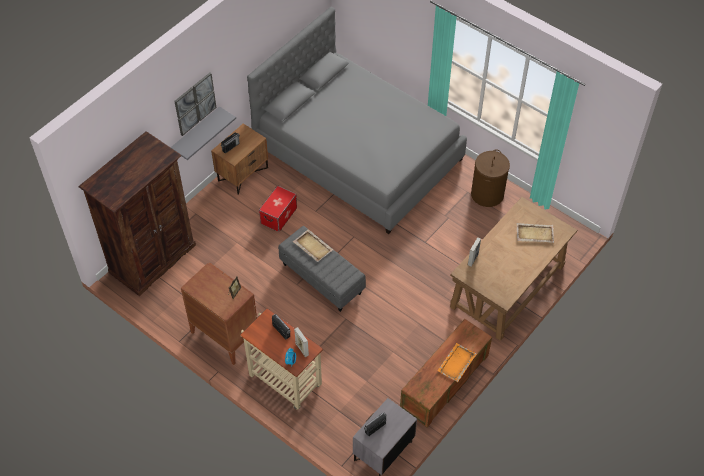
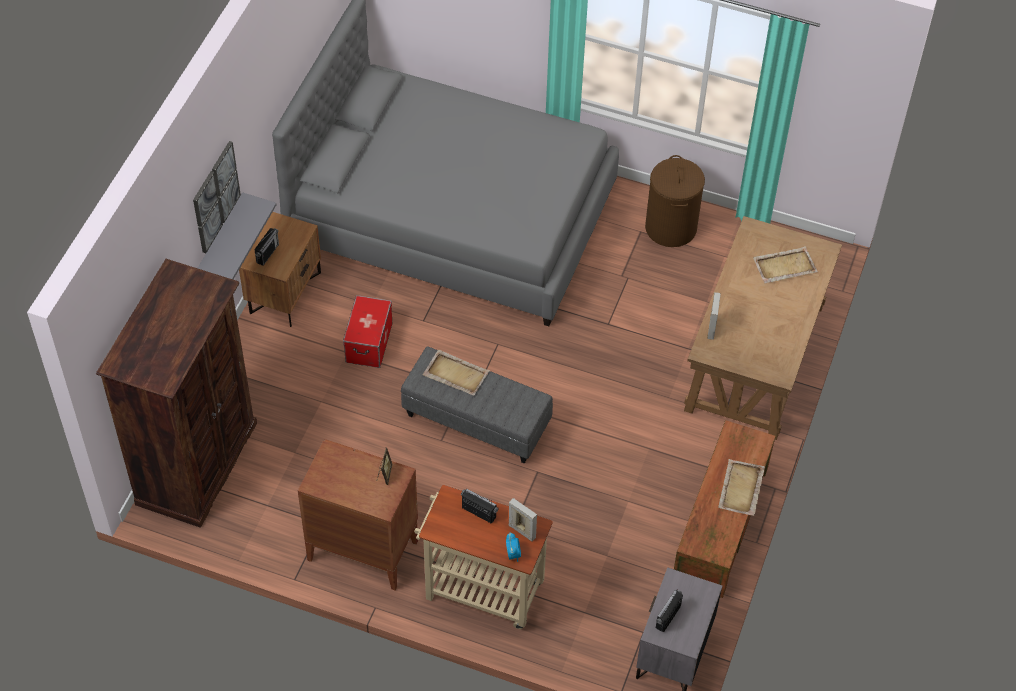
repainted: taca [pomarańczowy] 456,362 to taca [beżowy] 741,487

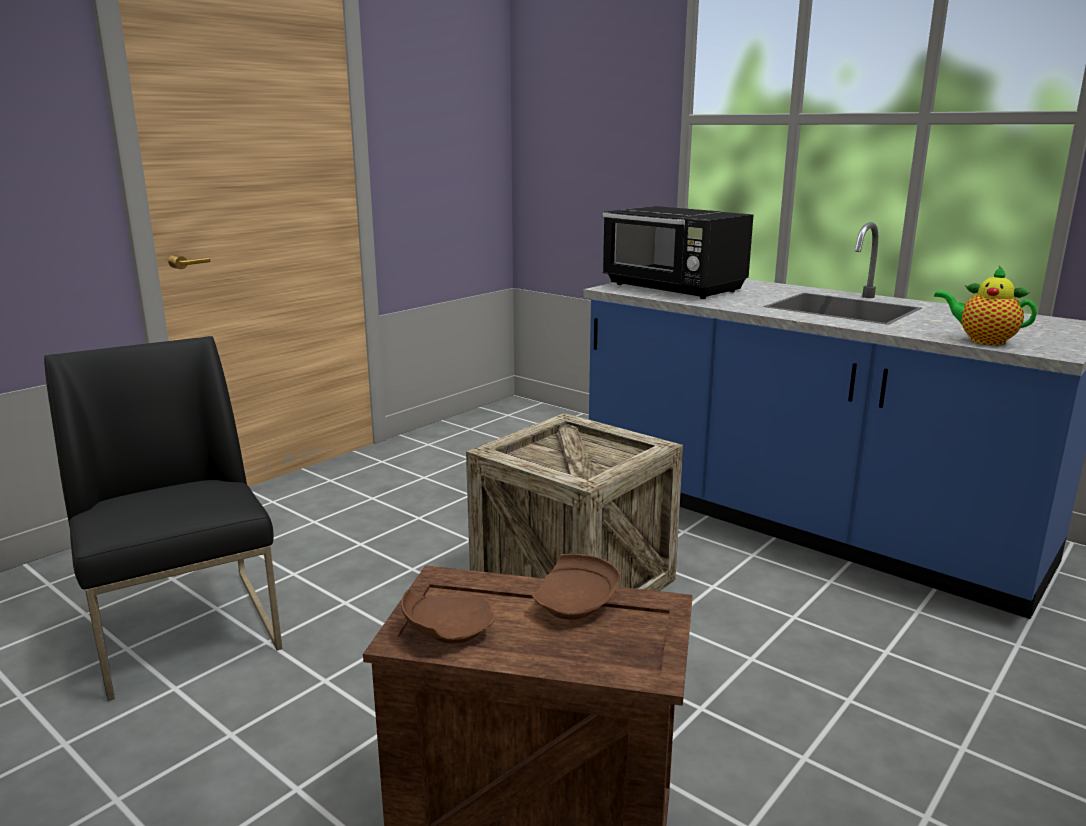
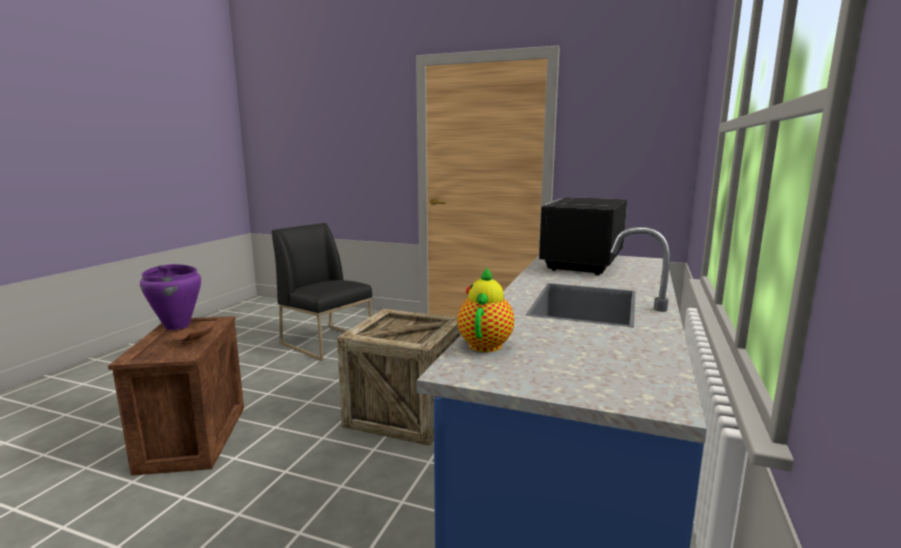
swapped: talerz [brązowy] 448,617 to garnek [fioletowy] 170,297
rotated: krzesło [czarny] 163,518 = 322,292 90 degrees counterclockwise

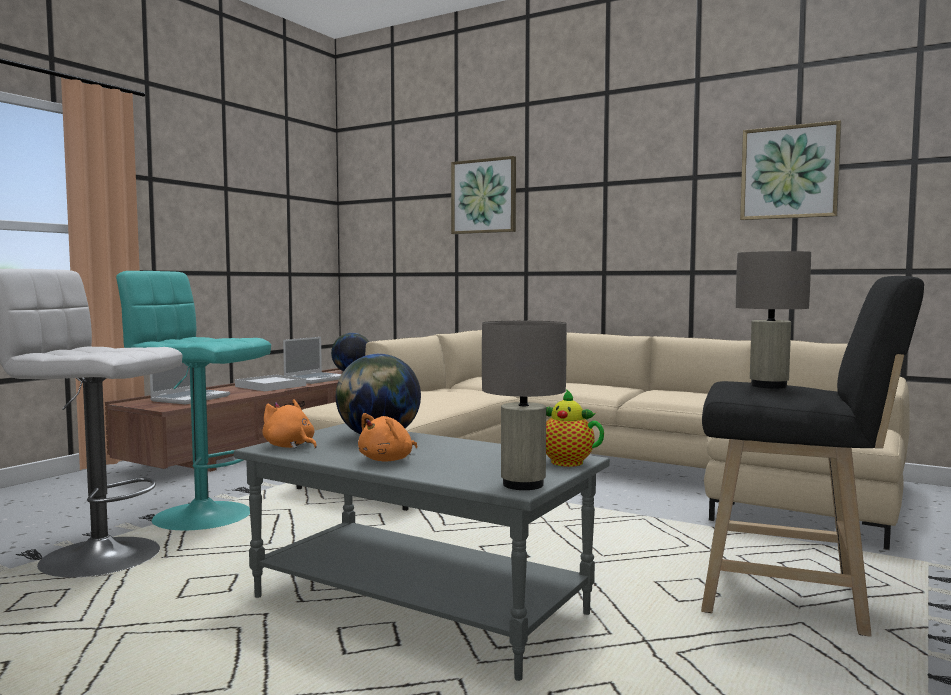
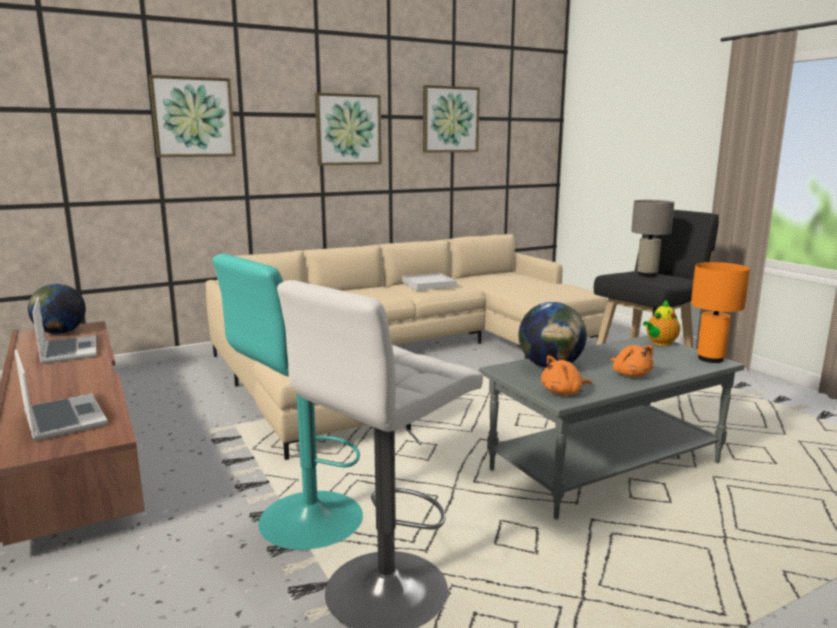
new: obraz 348,129
shifted: taca [biały] 270,383 to 429,282
repainted: lampa stołowa [szary] 524,405 to lampa stołowa [pomarańczowy] 720,312

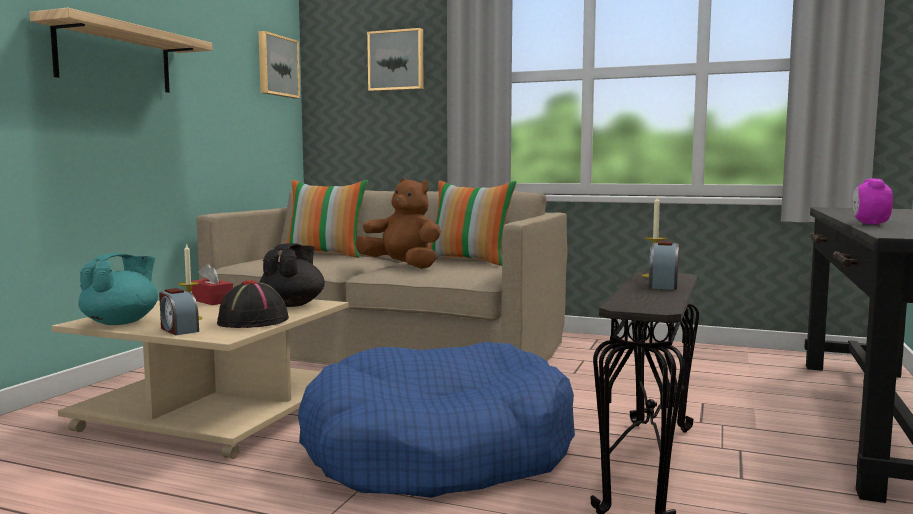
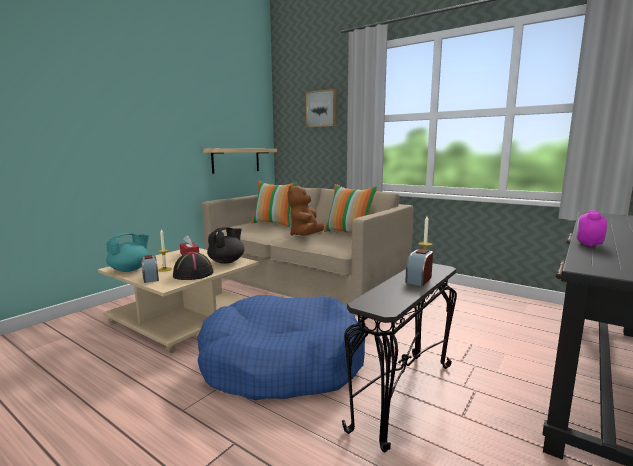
gone: obraz 279,64
shifted: półka 121,50 to 240,161
rotated: pluszak [brązowy] 398,223 = 306,210 120 degrees counterclockwise

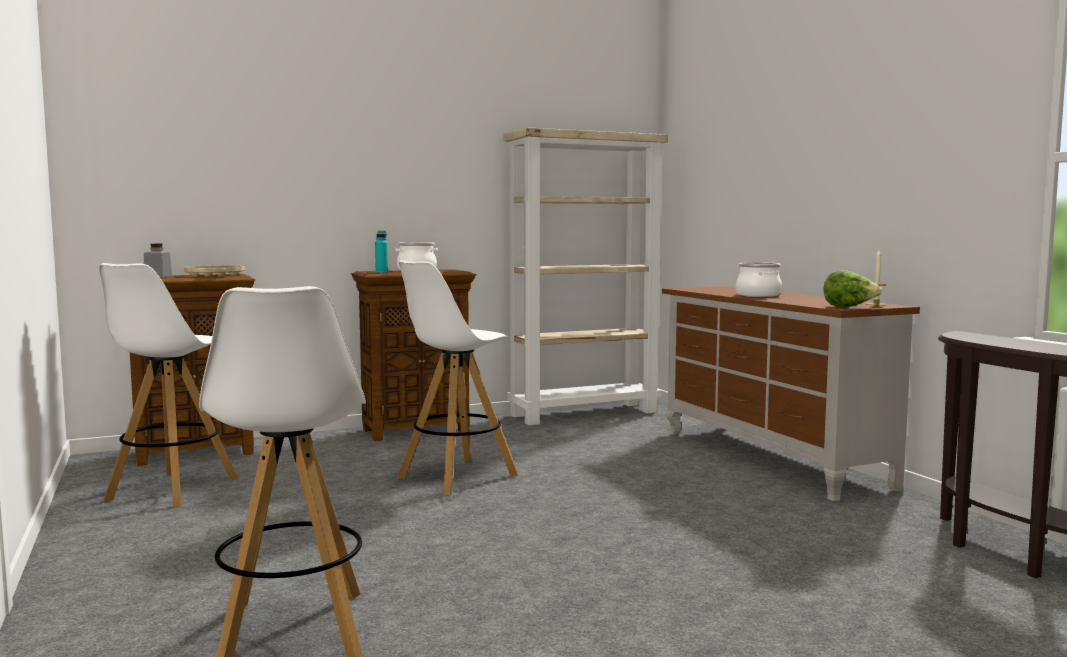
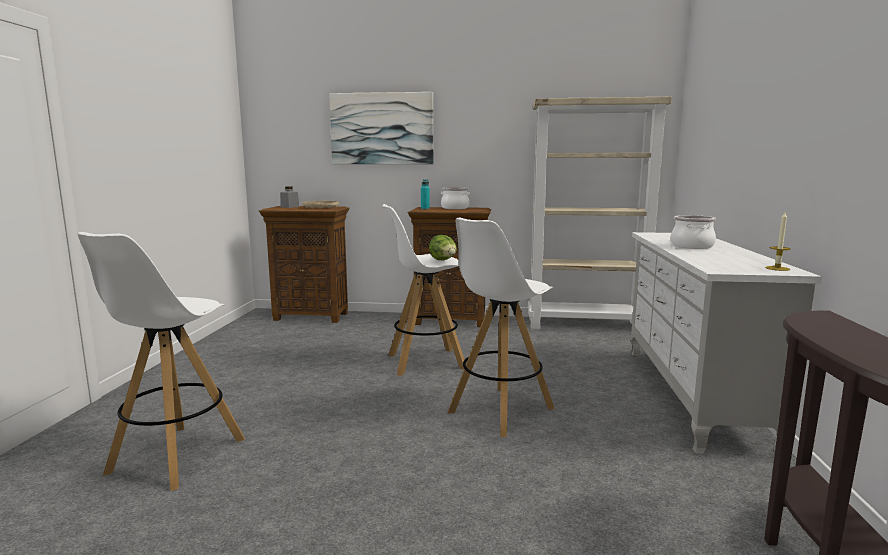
new: obraz 381,128
shifted: sałata 853,288 to 443,247; stołek [biały] 168,385 to 501,327
repainted: komoda [brązowy] 791,393 to komoda [biały] 726,343

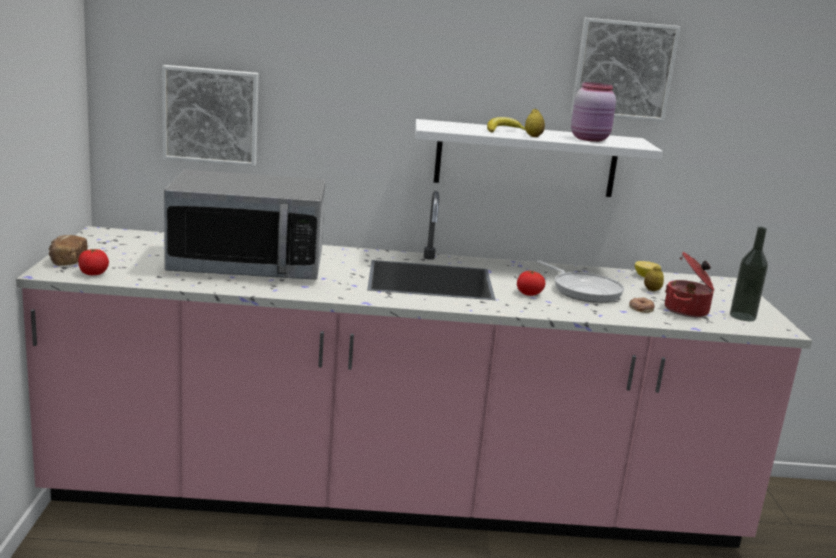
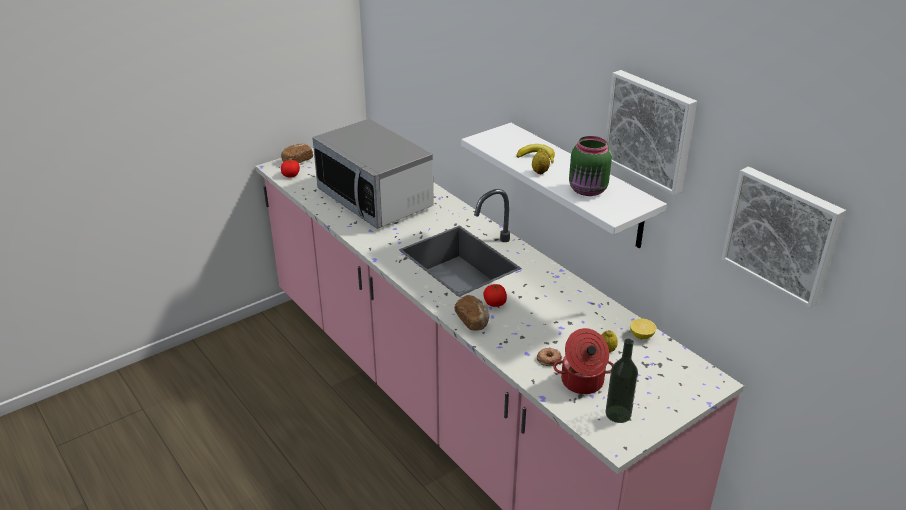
gone: patelnia 580,282
new: chleb 471,313
shifted: obraz 210,116 to 783,237
repainted: słoik [różowy] 593,112 to słoik [zielony] 590,166

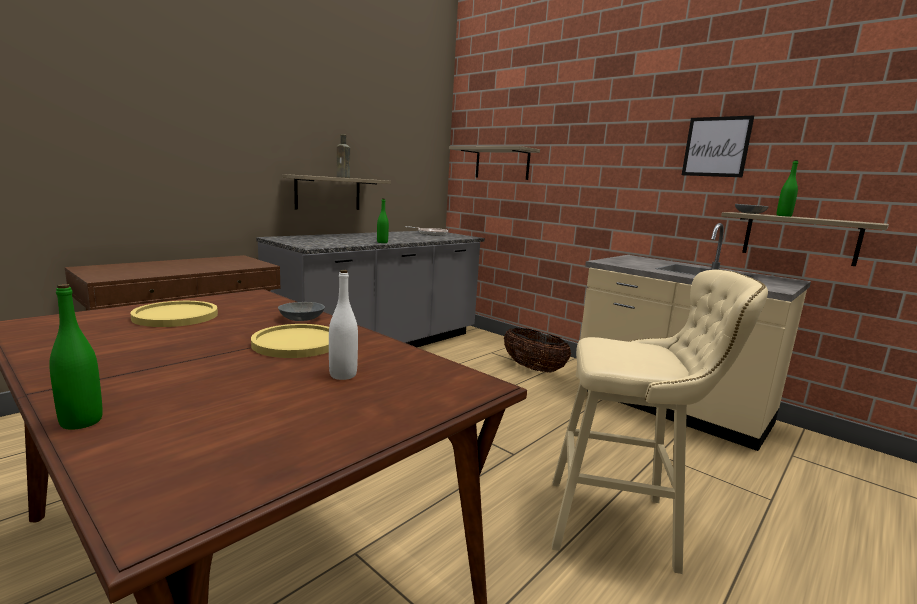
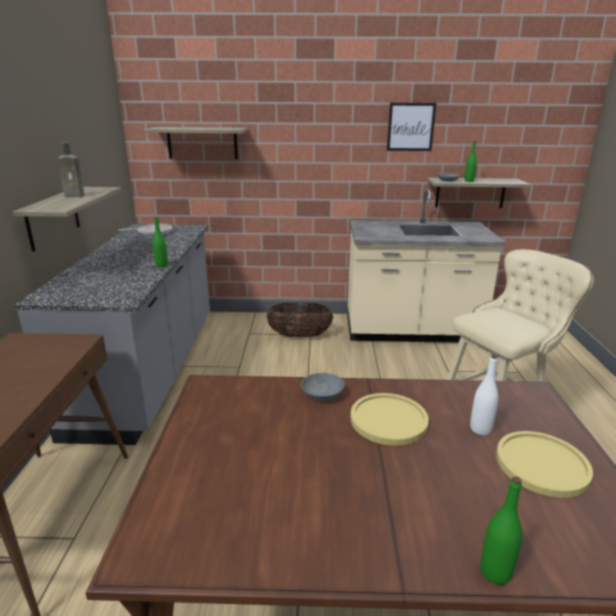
shifted: talerz [żółty] 174,314 to 544,464

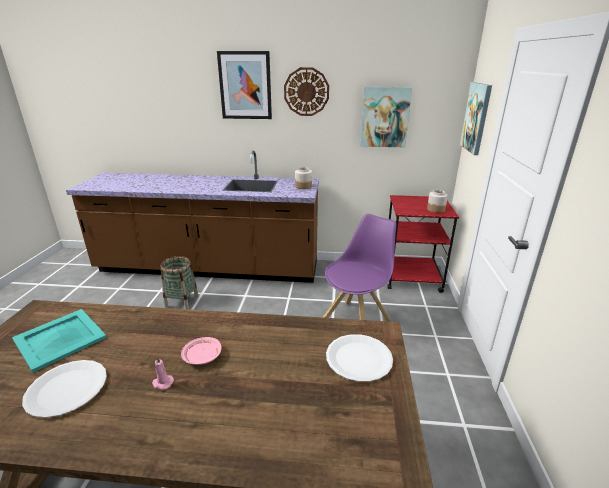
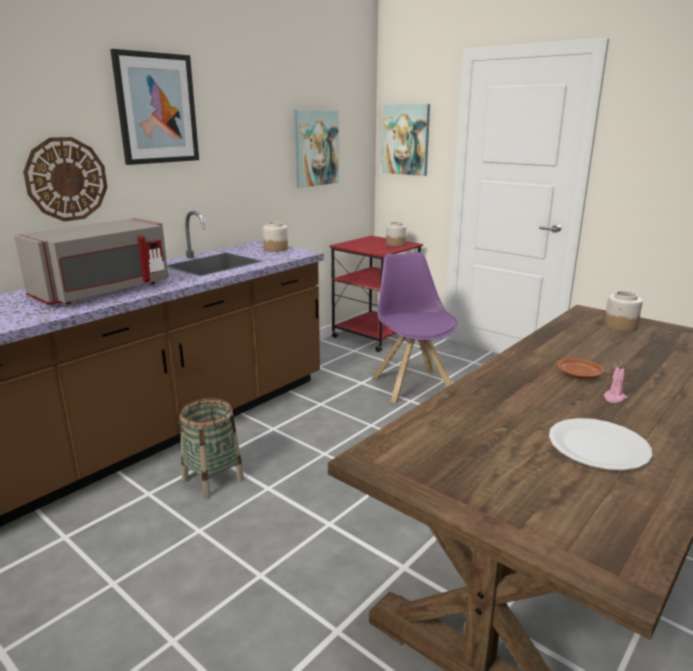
gone: taca [turkusowy] 59,341
new: mikrofalówka [szary] 91,261
shifted: zegar ścienny 306,91 to 65,179
swapped: talerz [biały] 359,358 to słoik 623,311
repainted: talerz [różowy] 201,351 to talerz [brązowy] 580,368

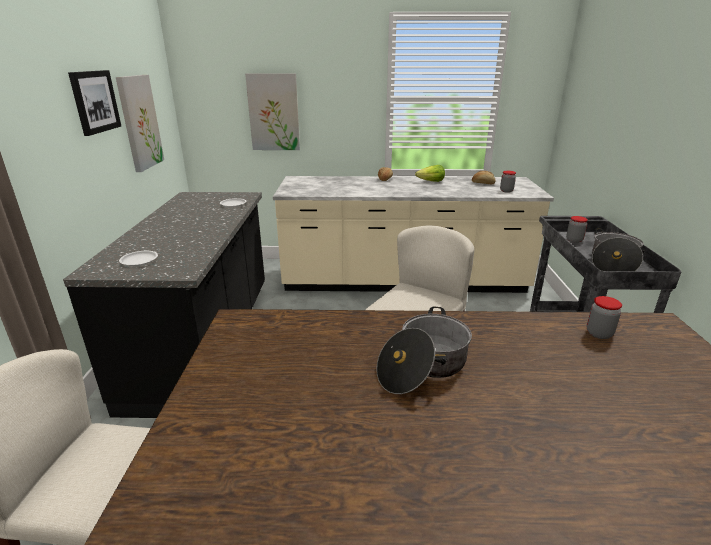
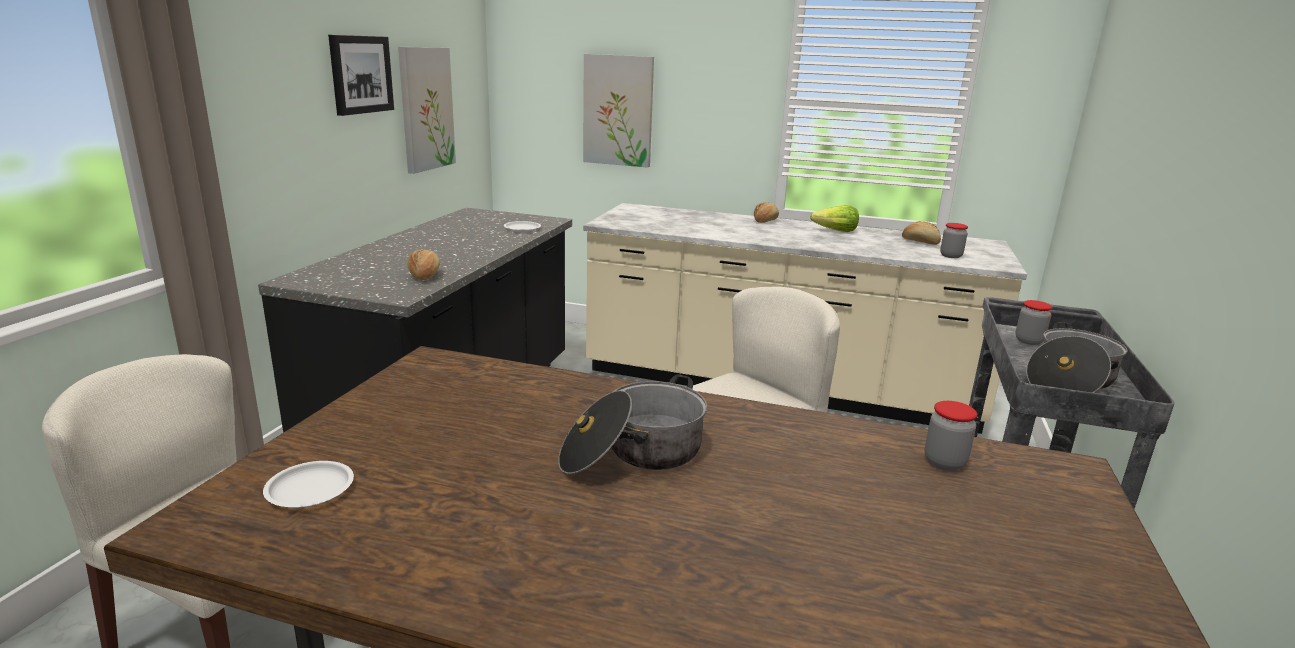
new: chleb 423,264
shifted: talerz [biały] 138,258 to 308,484

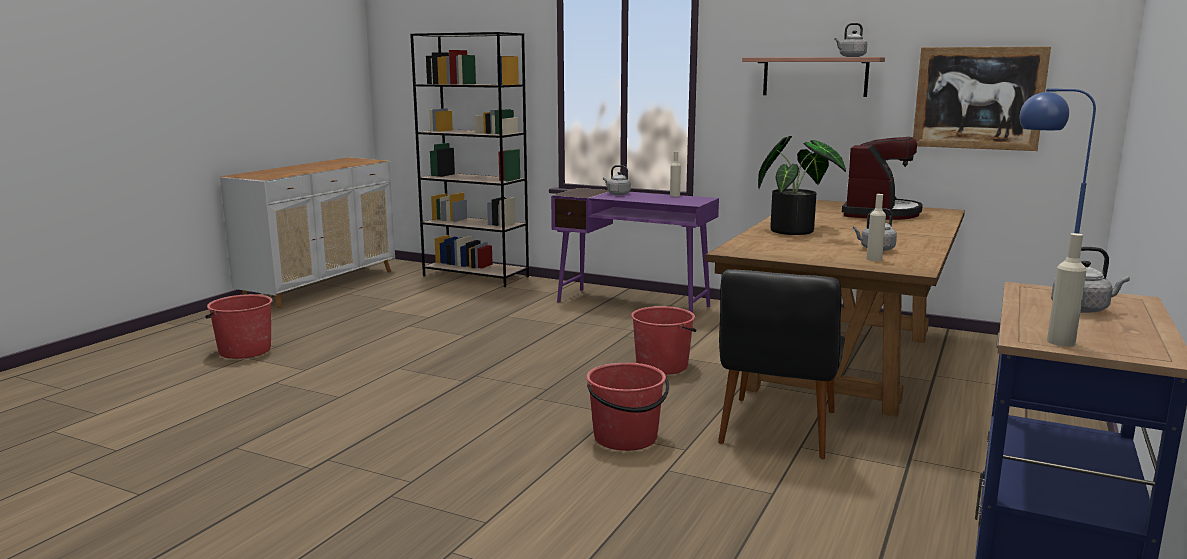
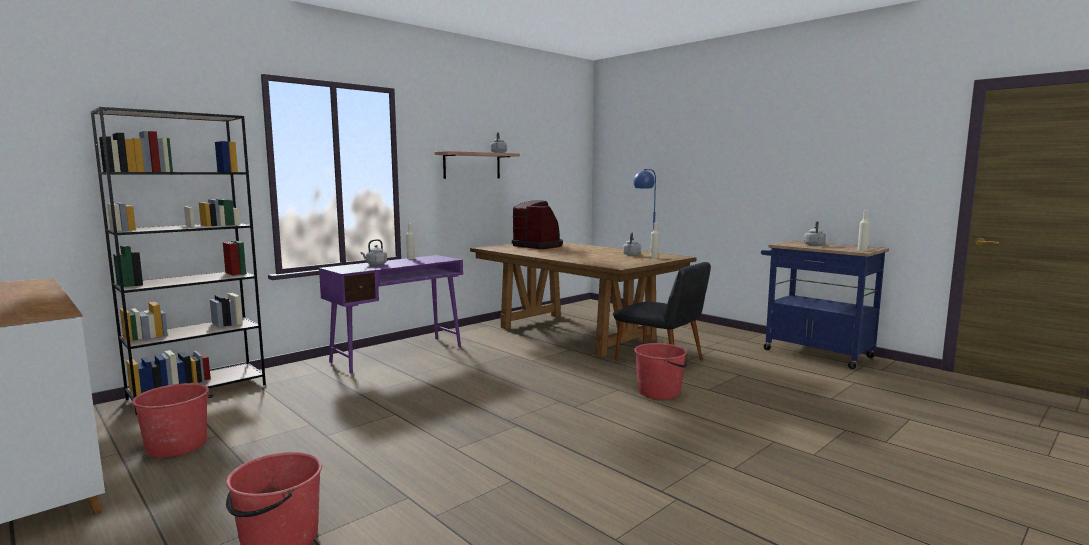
gone: roślina doniczkowa 802,185; obraz 982,98
shifted: wiadro [czerwony] 663,340 to 172,420

